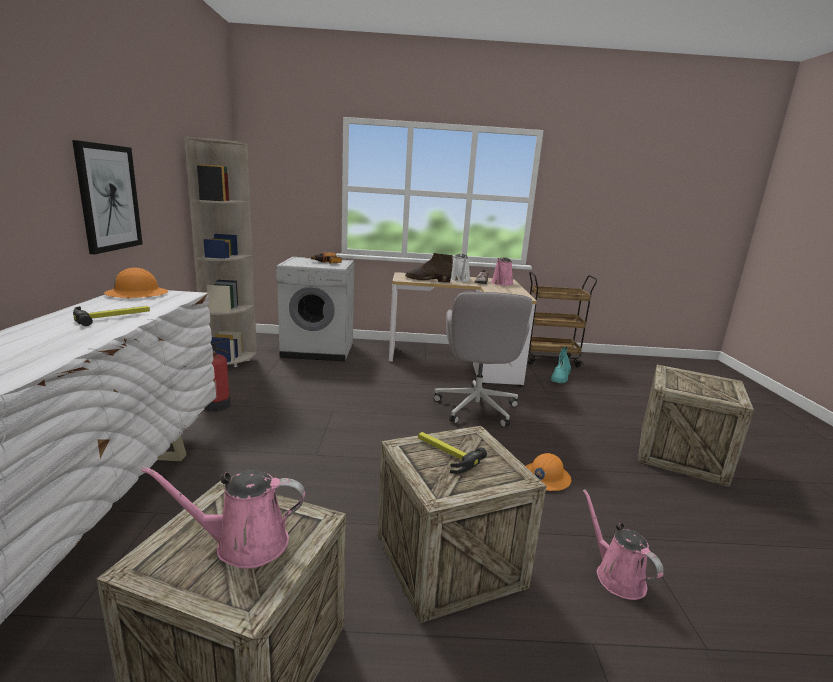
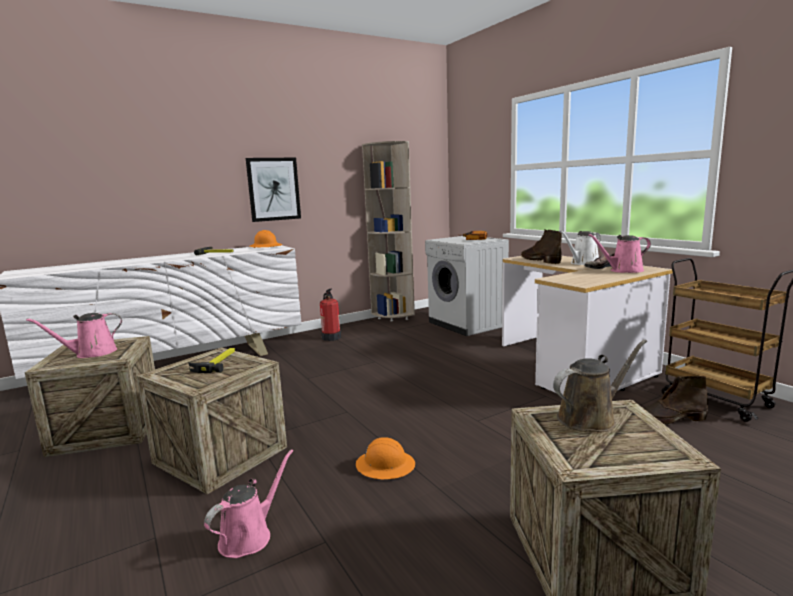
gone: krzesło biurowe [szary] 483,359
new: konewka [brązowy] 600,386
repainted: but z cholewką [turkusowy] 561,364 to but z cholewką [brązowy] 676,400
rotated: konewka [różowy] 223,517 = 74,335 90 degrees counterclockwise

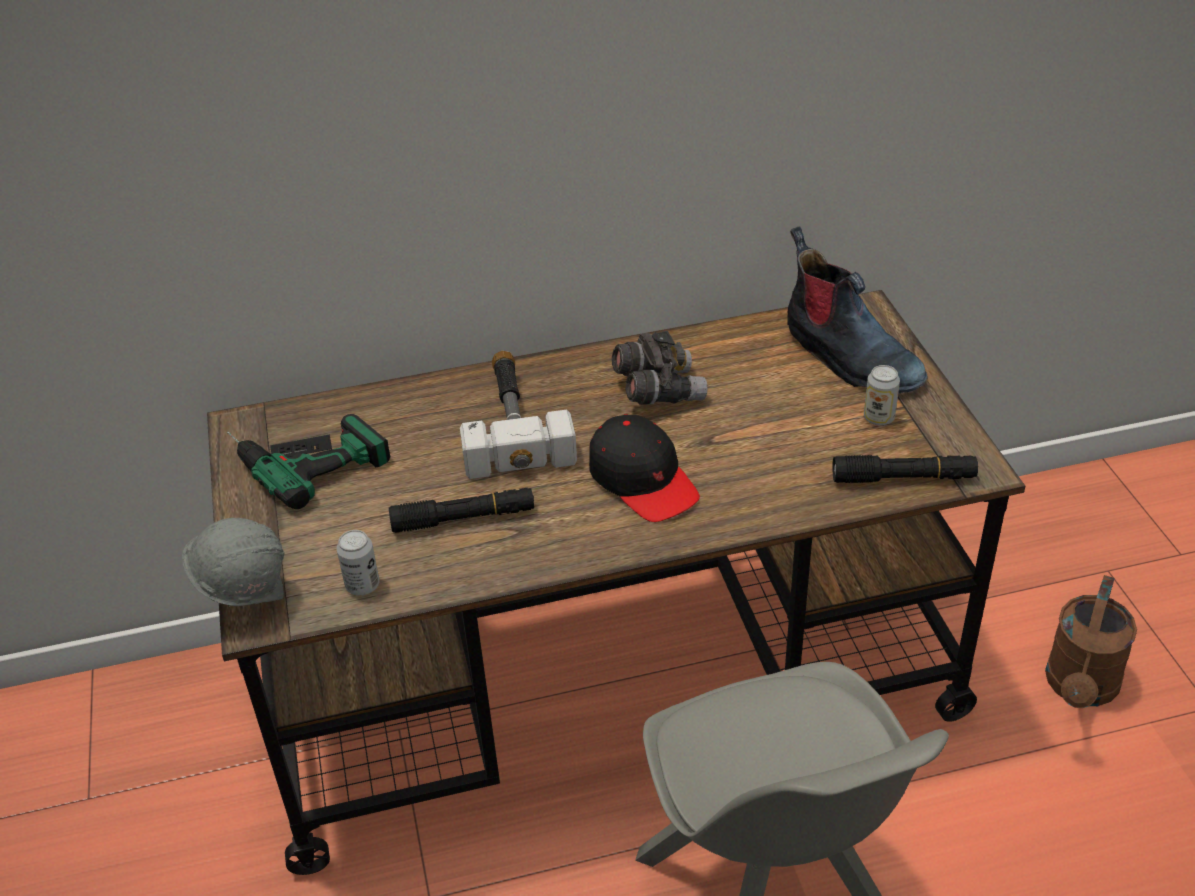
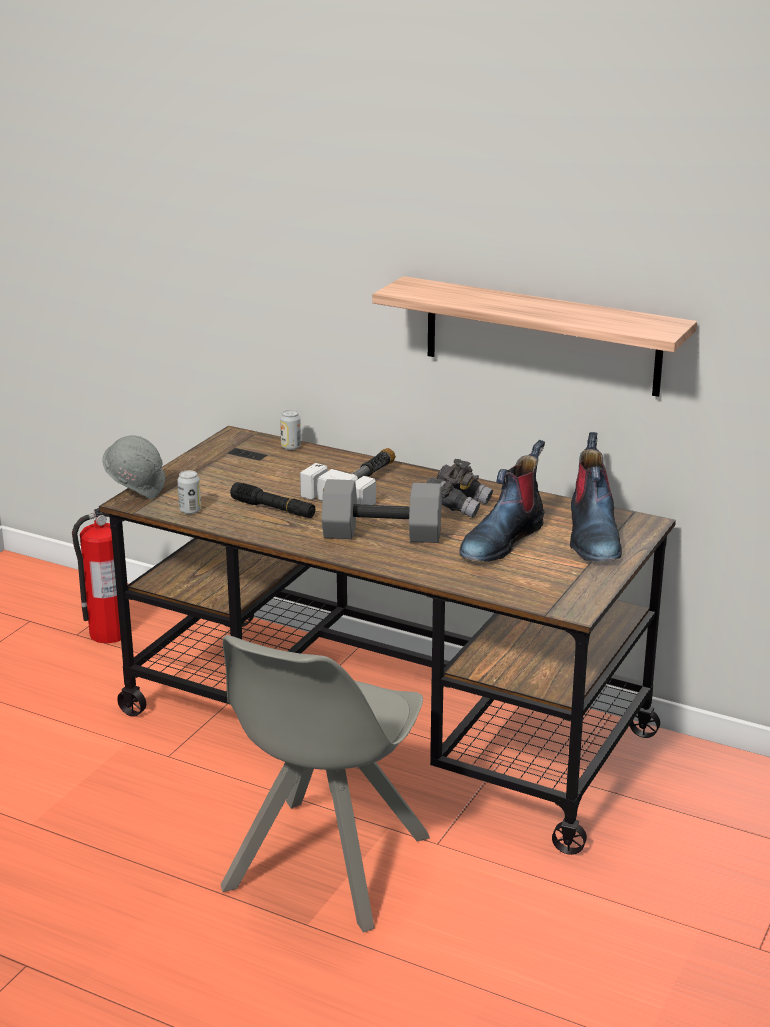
gone: wiertarka 308,461; latarka [czarny] 905,469; konewka [brązowy] 1091,641
new: gaśnica 96,576; półka 534,336; but z cholewką 502,501
shifted: puszka 882,395 to 290,430
swapped: czapka z daszkiem [czarny] 644,468 to hantel [szary] 382,511

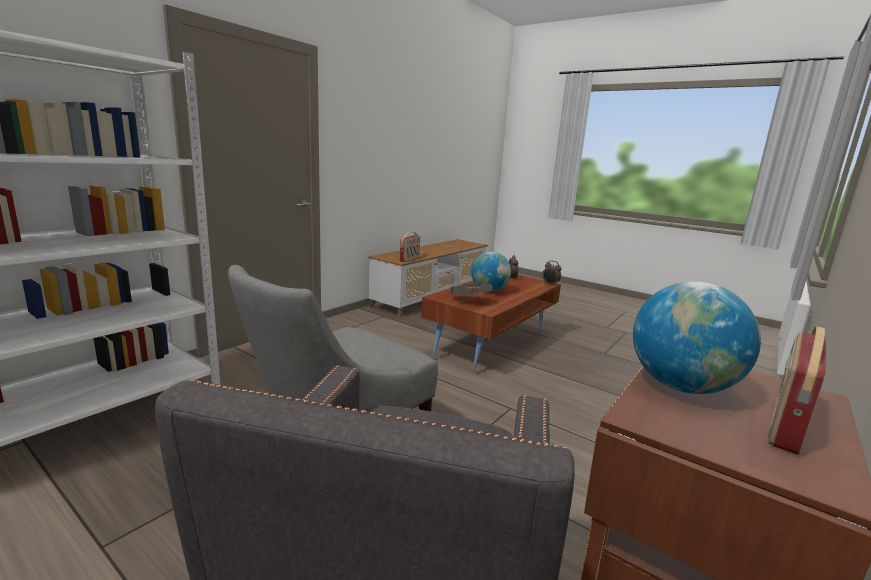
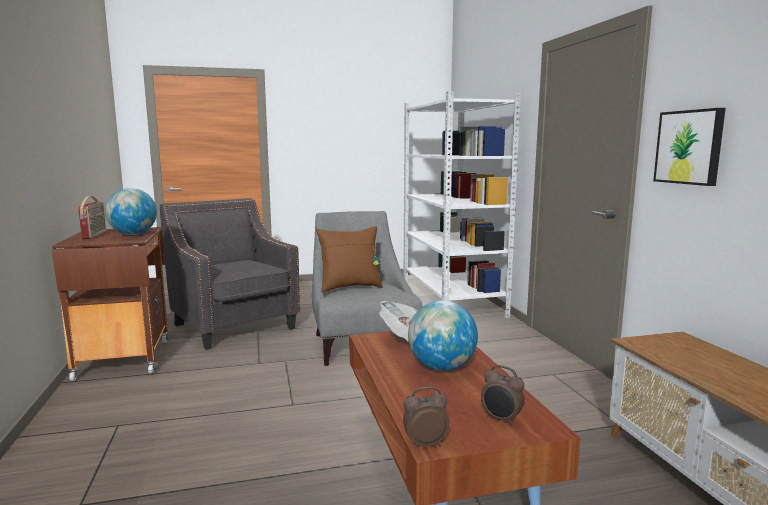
gone: radio 410,247
new: poduszka [brązowy] 349,259; obraz 689,147

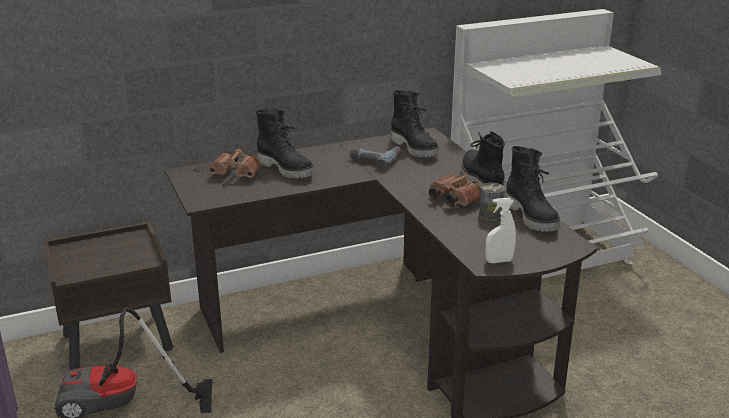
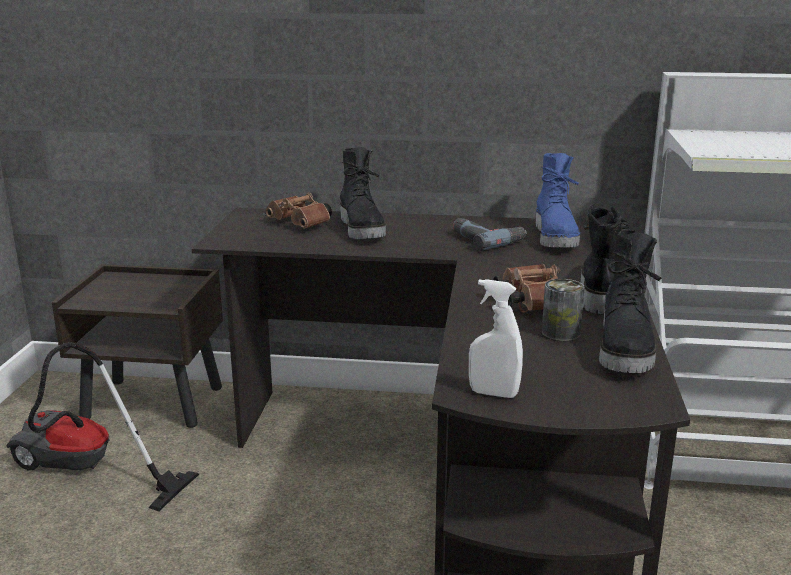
repainted: but z cholewką [czarny] 415,124 to but z cholewką [niebieski] 558,200

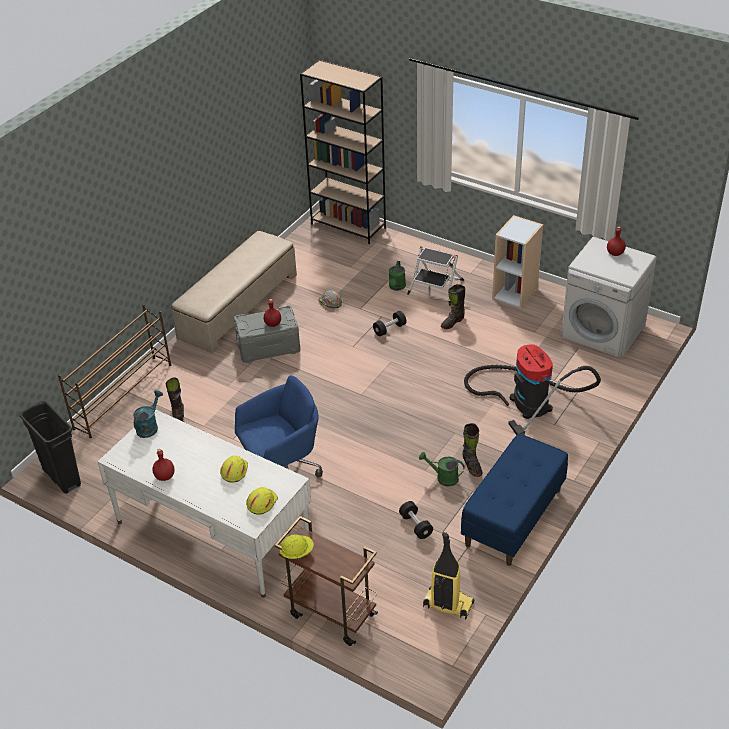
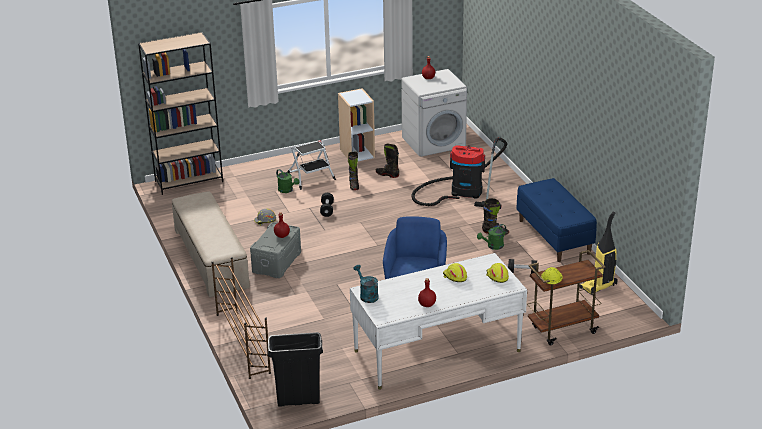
shifted: but z cholewką [czarny] 175,399 to 387,161

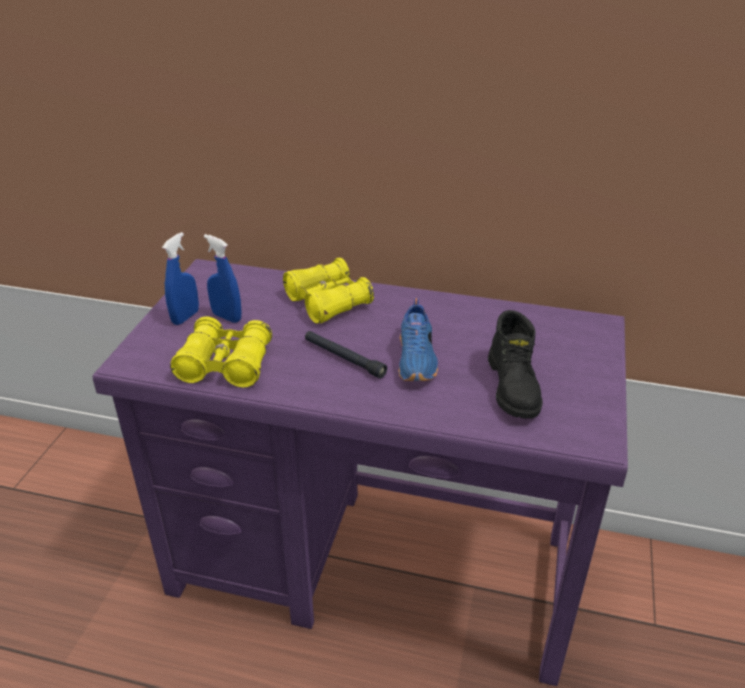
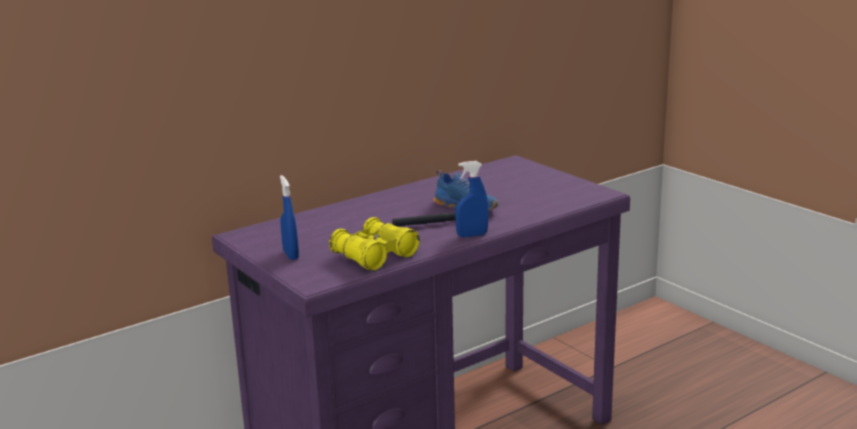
gone: lornetka [żółty] 328,291; but z cholewką [czarny] 515,364
shifted: spryskiwacz [niebieski] 223,278 to 472,199

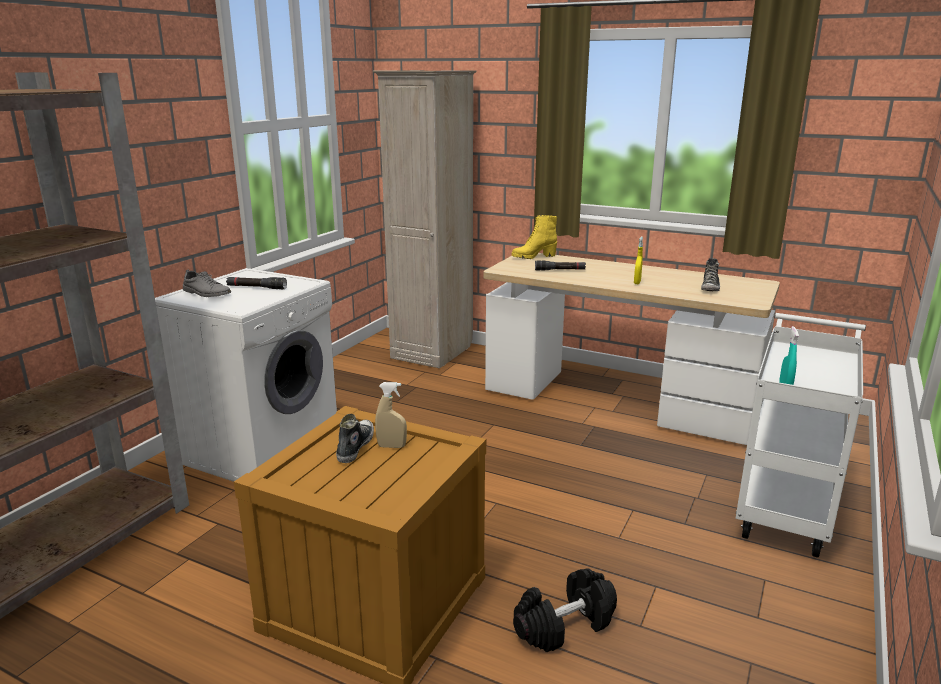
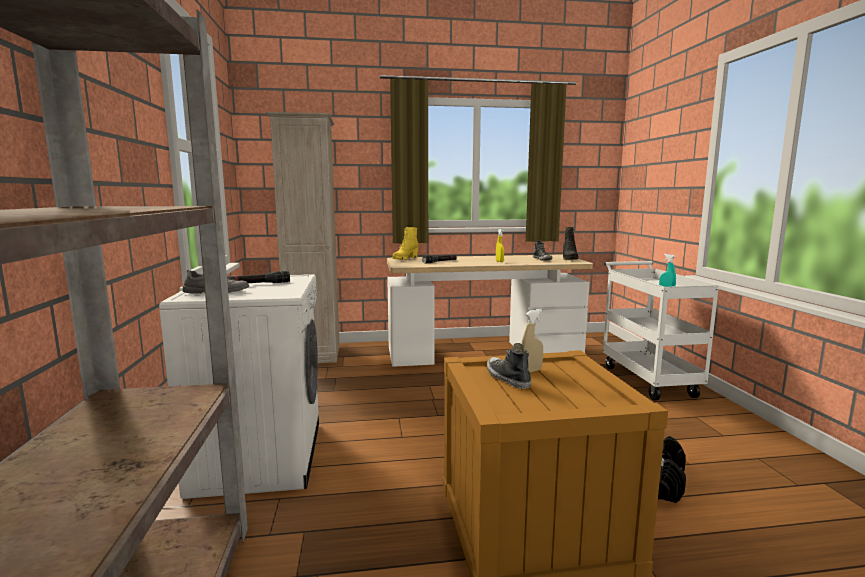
new: but z cholewką [czarny] 570,243

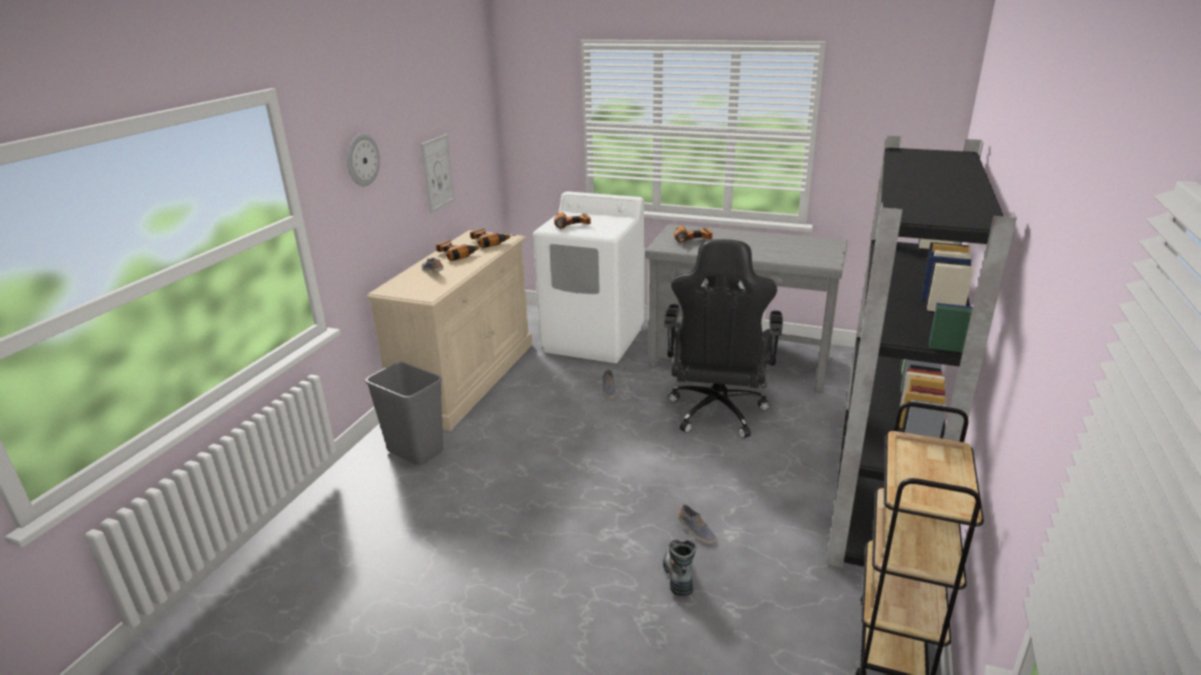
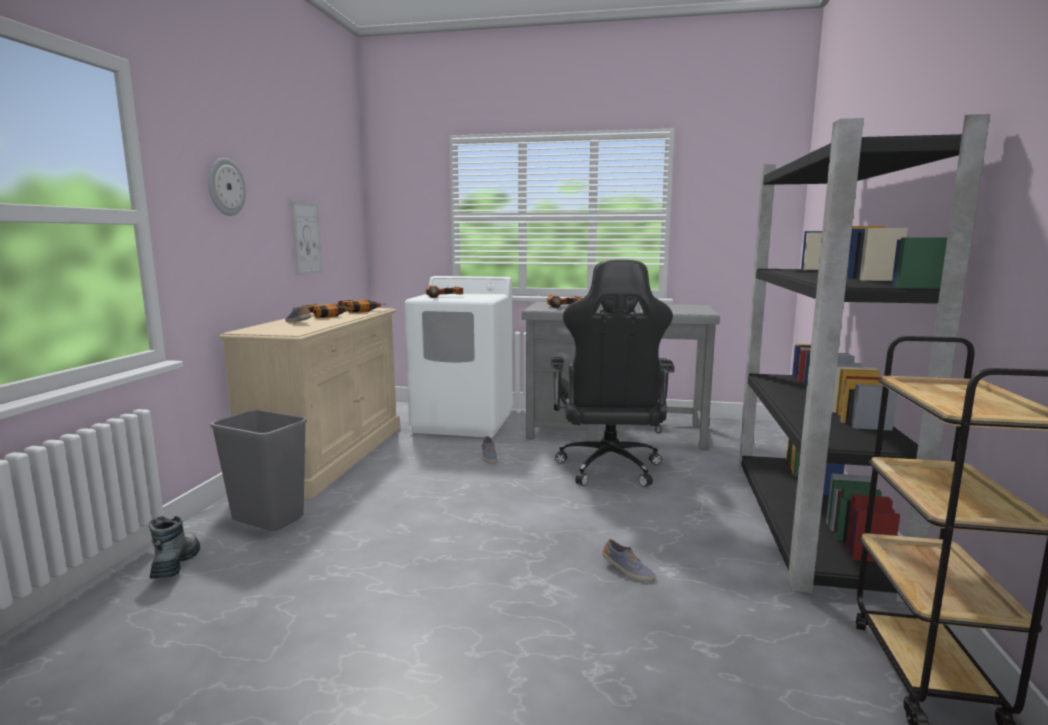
shifted: but z cholewką 679,567 to 174,547

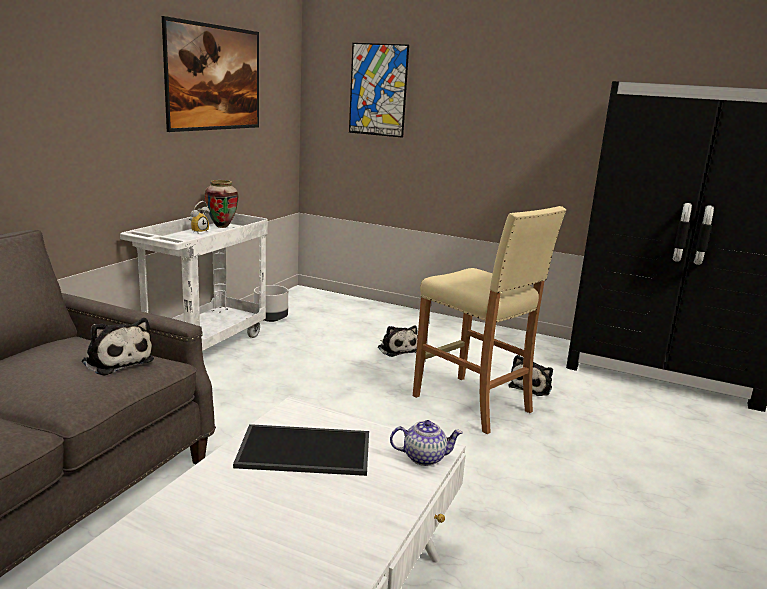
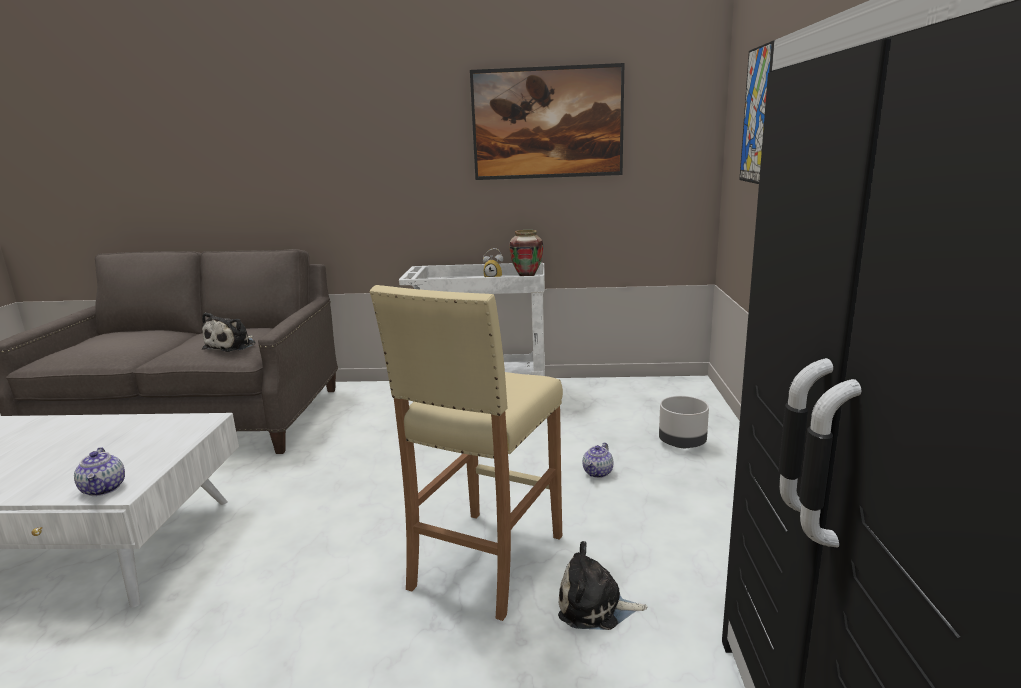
gone: taca 301,450
shifted: donica [szary] 271,303 to 684,422
swapped: pluszak 398,341 to imbryk 597,460

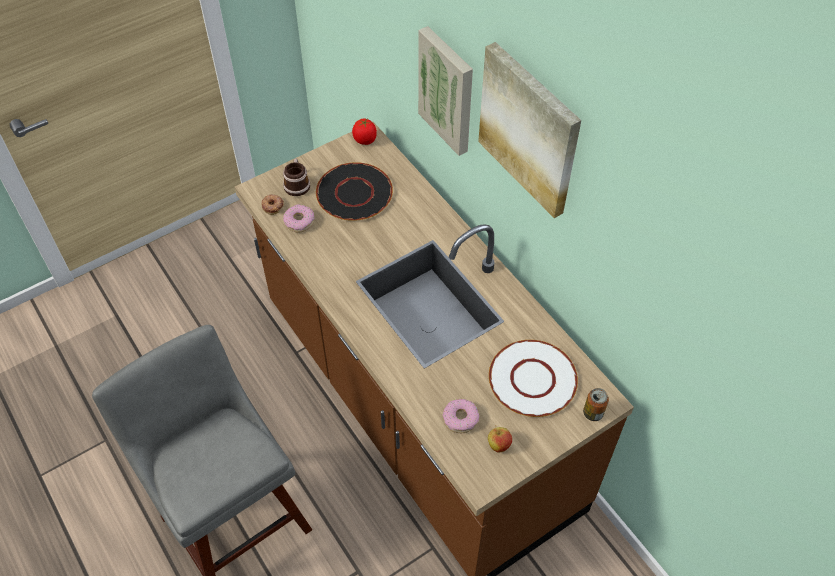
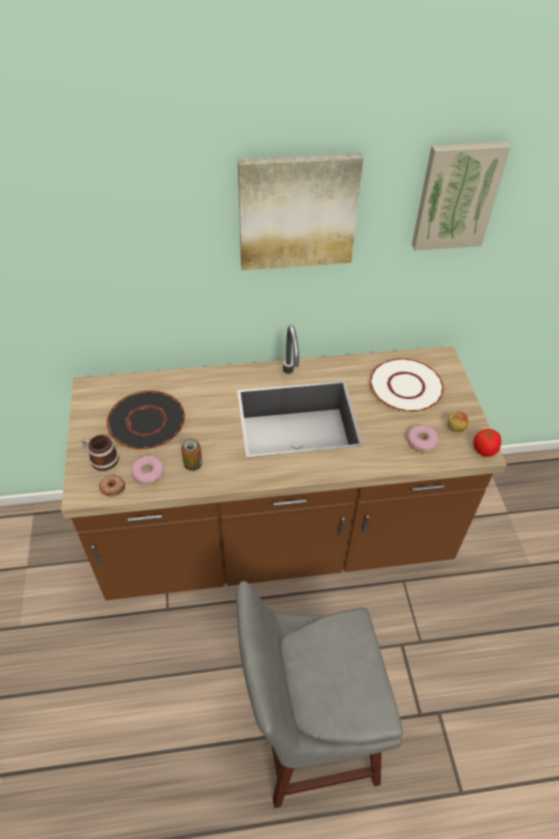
shifted: puszka 596,404 to 191,454; obraz 445,91 to 461,196; pomidor 364,132 to 487,443

